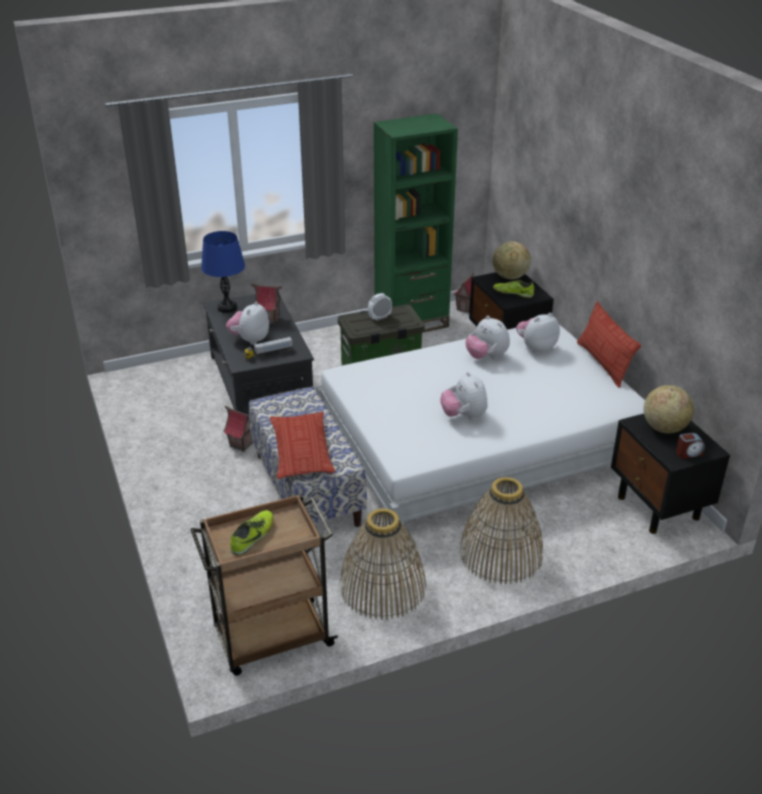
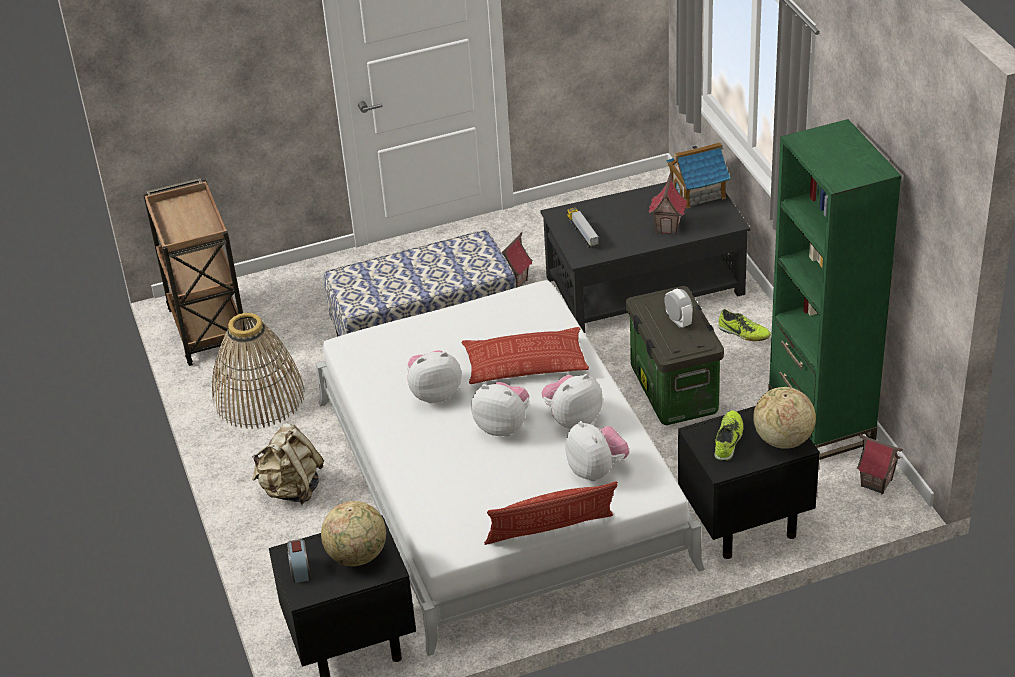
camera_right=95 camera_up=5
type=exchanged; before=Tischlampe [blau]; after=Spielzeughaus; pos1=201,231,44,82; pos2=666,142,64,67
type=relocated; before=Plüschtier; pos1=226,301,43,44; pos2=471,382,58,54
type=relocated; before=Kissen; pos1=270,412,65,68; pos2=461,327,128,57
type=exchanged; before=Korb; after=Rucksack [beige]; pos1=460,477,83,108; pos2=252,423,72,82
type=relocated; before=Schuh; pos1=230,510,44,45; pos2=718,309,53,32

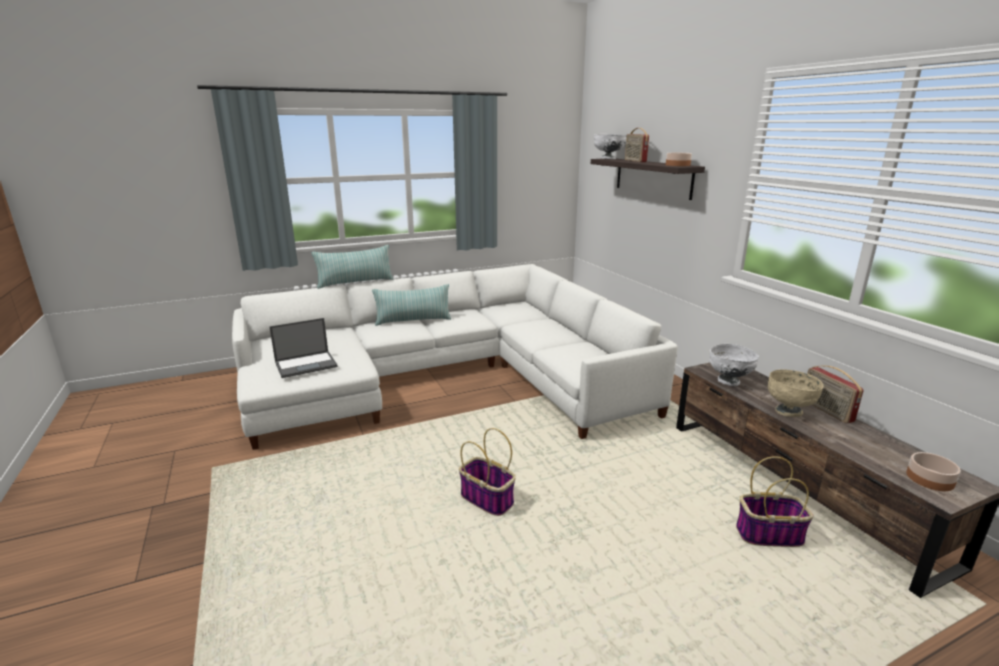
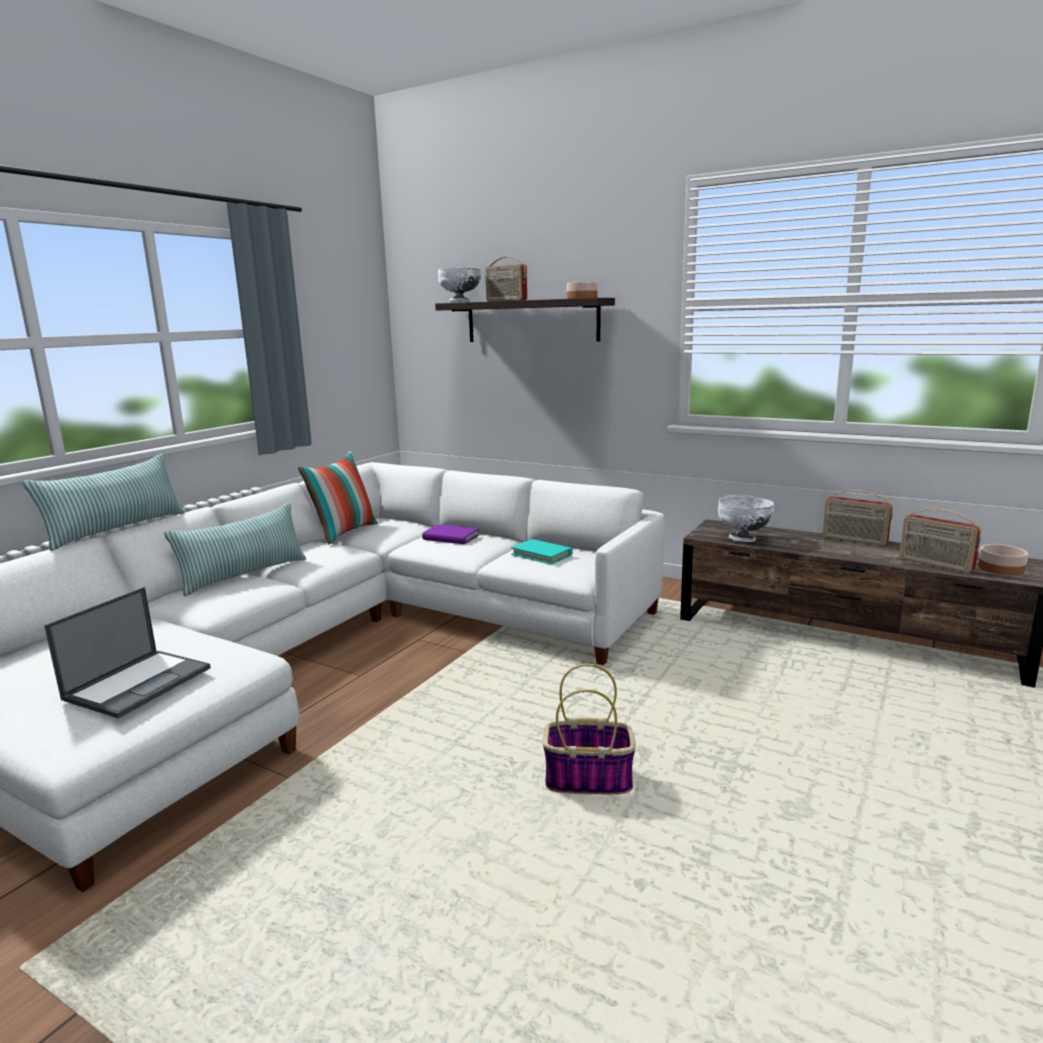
camera_right=-35 camera_up=-5
type=missing; before=Schüssel [beige]; pos1=768,369,56,48
type=missing; before=Korb; pos1=736,456,77,91
type=appeared; after=Kissen; pos2=298,451,80,93
type=appeared; after=Radio; pos2=899,509,82,64
type=appeared; after=Buch [lila]; pos2=422,524,57,20
type=appeared; after=Buch [türkis]; pos2=511,539,62,26

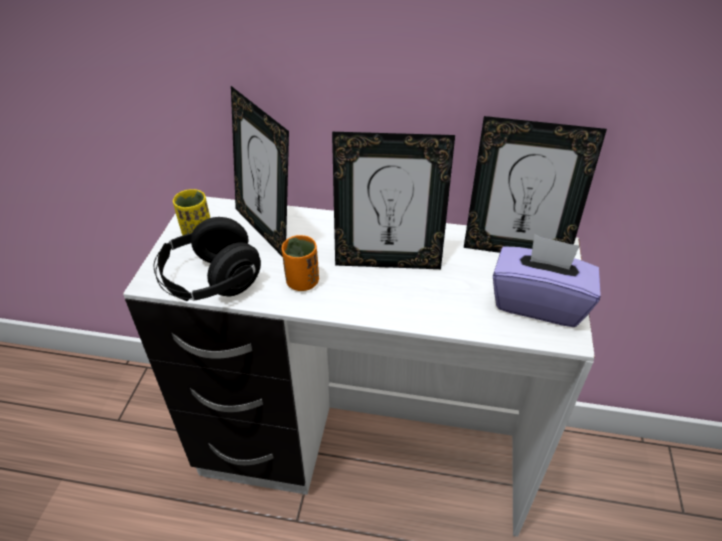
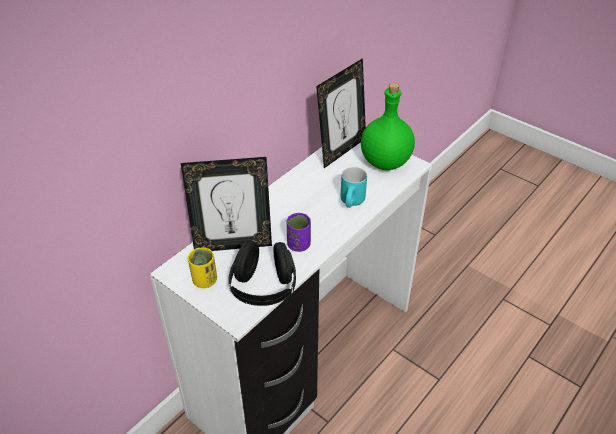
camera_right=-60 camera_up=0
type=missing; before=Bilderrahmen; pos1=332,132,123,137
type=exchanged; before=Taschentuchbox [lila]; after=Flasche [grün]; pos1=493,234,108,93; pos2=361,83,54,87
type=colour; before=Tasse [orange]; after=Tasse [lila]; pos1=282,235,37,56; pos2=286,213,25,39
type=appeared; after=Henkelbecher [türkis]; pos2=341,167,26,41

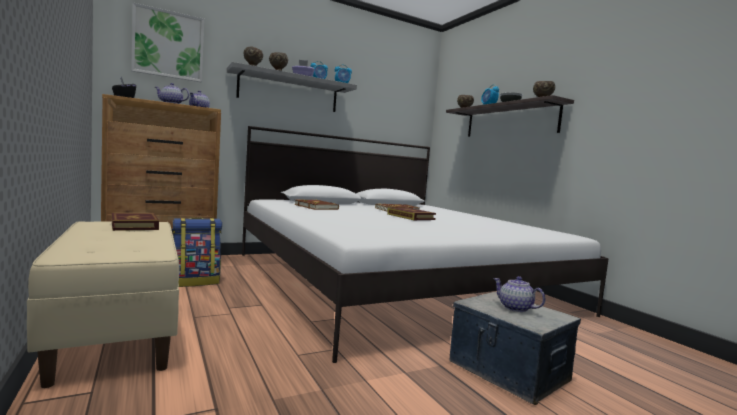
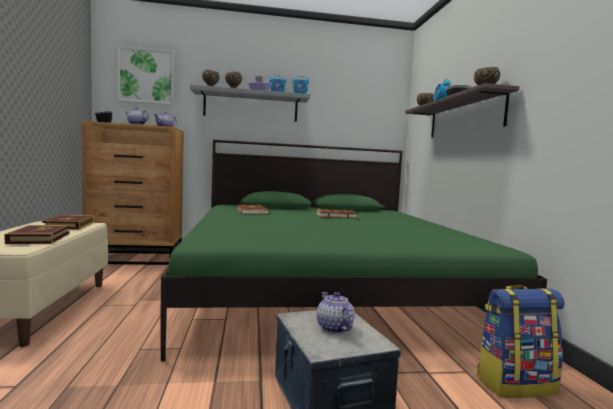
camera_right=20 camera_up=0
type=colour; before=Bett [weiß]; after=Bett [grün]; pos1=242,126,367,237; pos2=161,140,386,222
type=relocated; before=Buch; pos1=387,208,49,12; pos2=4,225,66,19
type=relocated; before=Rucksack; pos1=172,217,50,70; pos2=477,285,87,113

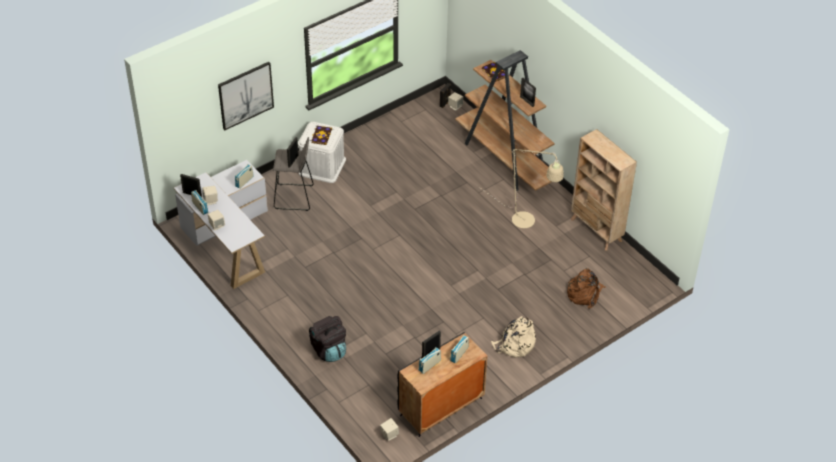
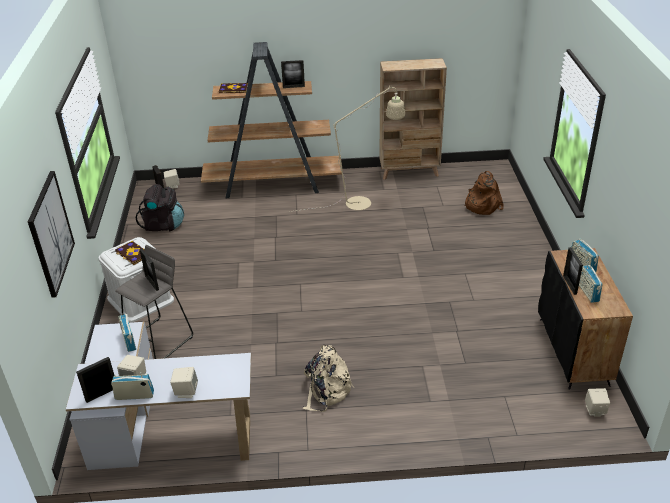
camera_right=-55 camera_up=-10
type=relocated; before=Rucksack [schwarz]; pos1=309,316,37,46; pos2=136,184,48,47
type=relocated; before=Rucksack [beige]; pos1=491,316,45,42; pos2=303,345,51,67

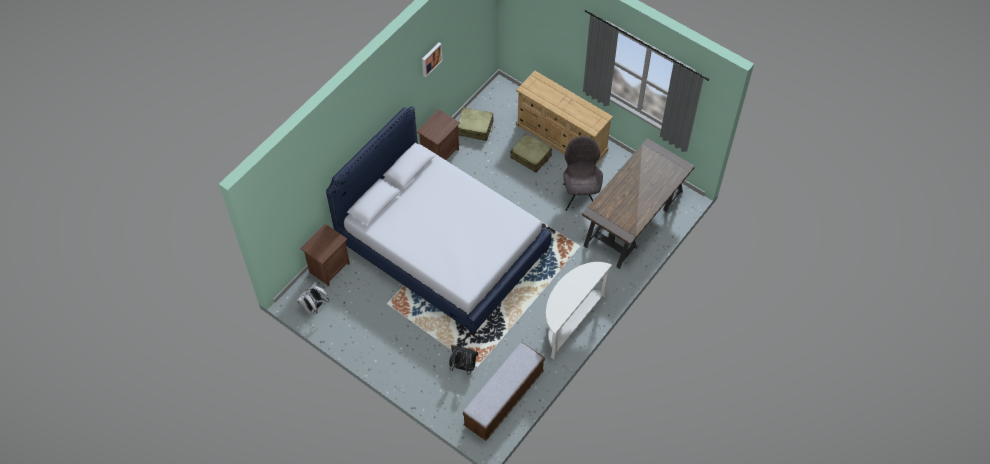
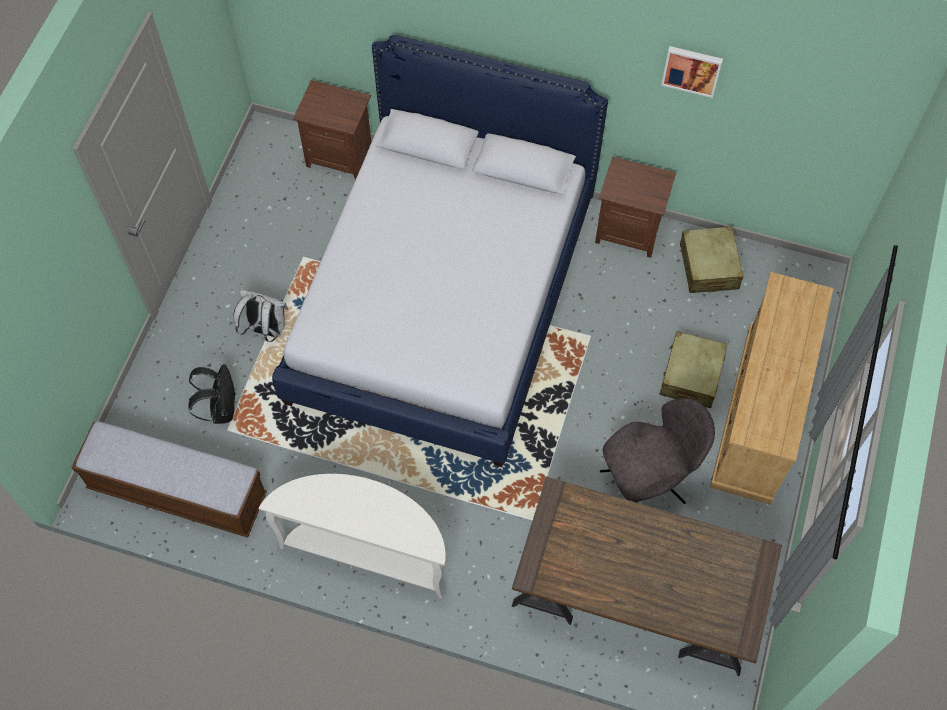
camera_right=70 camera_up=5
type=relocated; before=Rucksack [weiß]; pos1=297,282,32,33; pos2=234,290,54,52

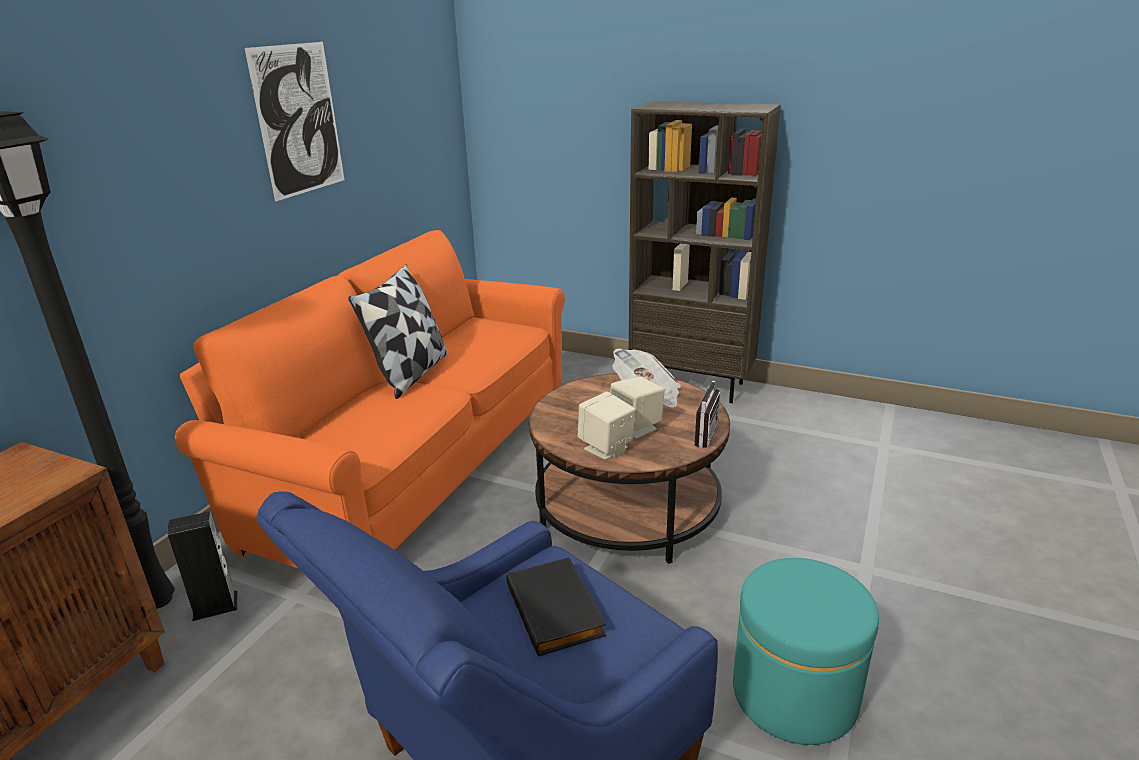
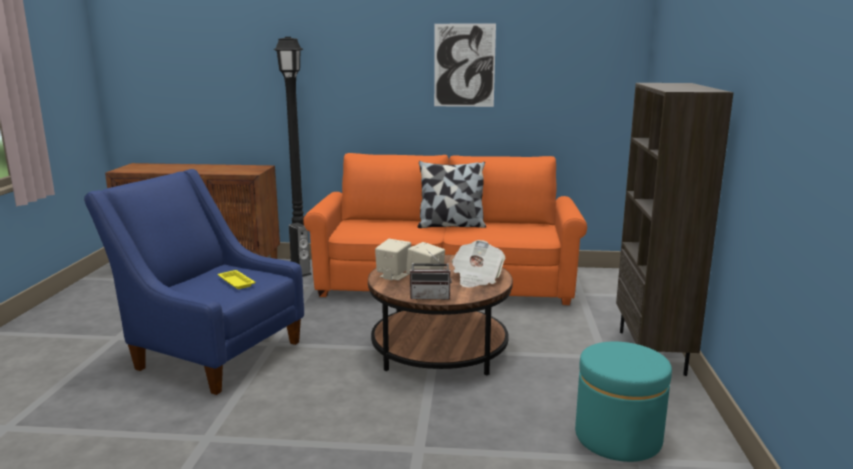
camera_right=70 camera_up=-10
type=exchanged; before=Buch [schwarz]; after=Tablett [gelb]; pos1=506,557,100,99; pos2=218,270,37,19
type=relocated; before=Polsterhocker [türkis]; pos1=733,558,146,187; pos2=575,342,97,120

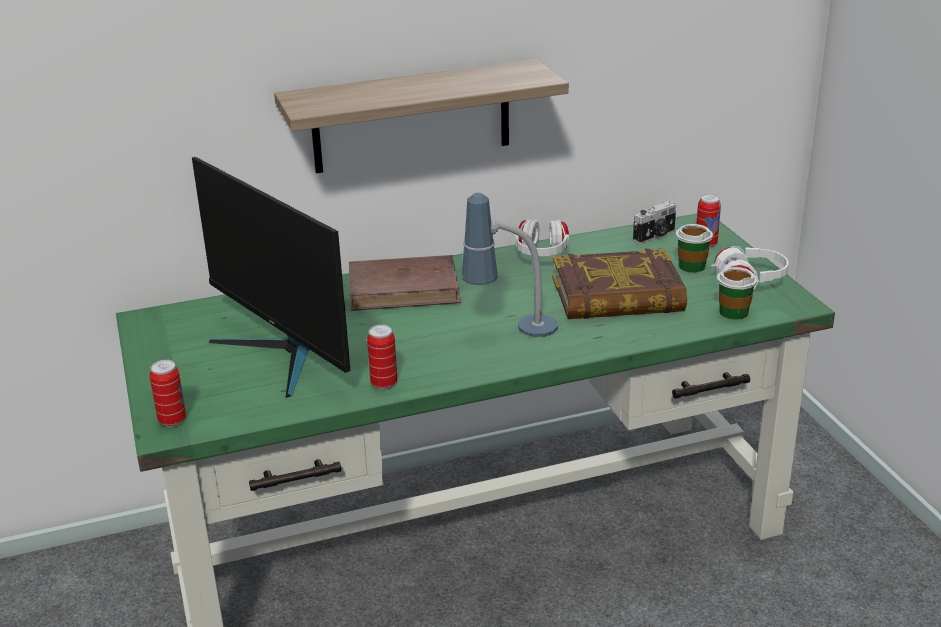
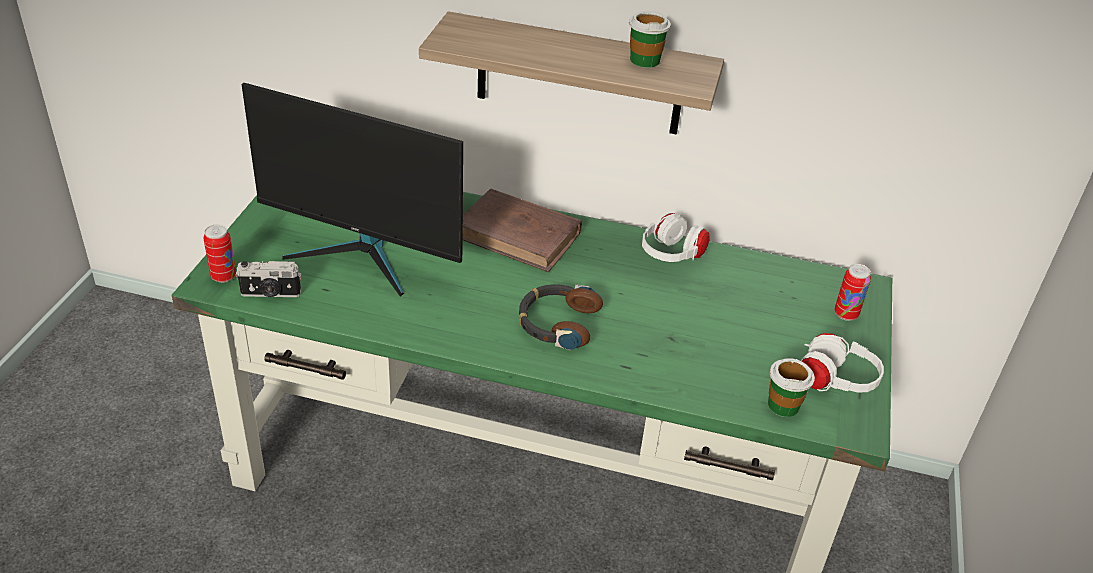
camera_right=30 camera_up=10
type=spun; before=Monitor; pos1=192,157,158,241; pos2=242,83,221,213; turn=-60
type=exchanged; before=Tischlampe; after=Kopfhörer; pos1=462,193,96,144; pos2=519,284,84,66
type=relocated; before=Kamera; pos1=633,201,43,43; pos2=236,261,65,36
type=relocated; before=Tasse; pos1=676,224,37,49; pos2=629,11,42,57
type=missing; before=Buch; pos1=553,249,134,70
type=missing; before=Dose; pos1=367,325,30,64

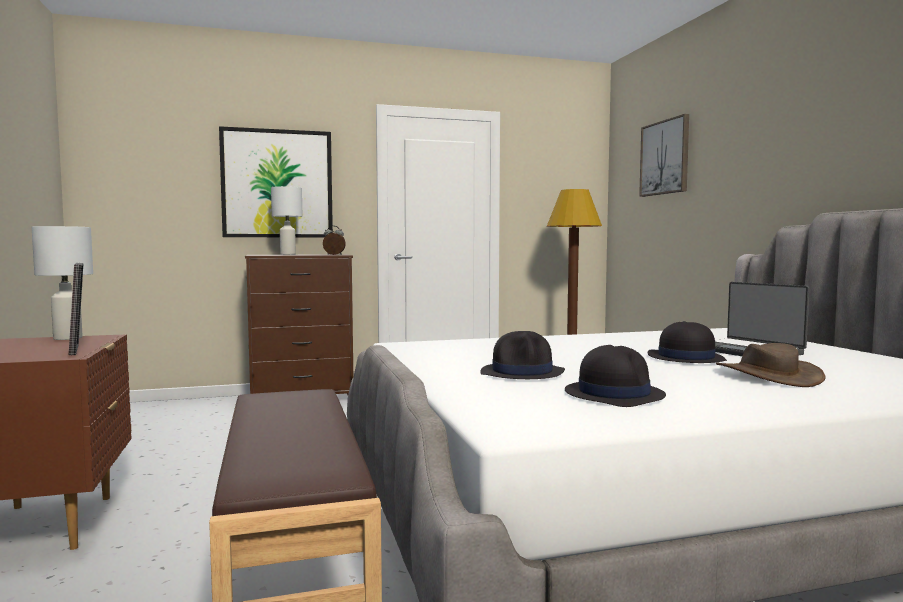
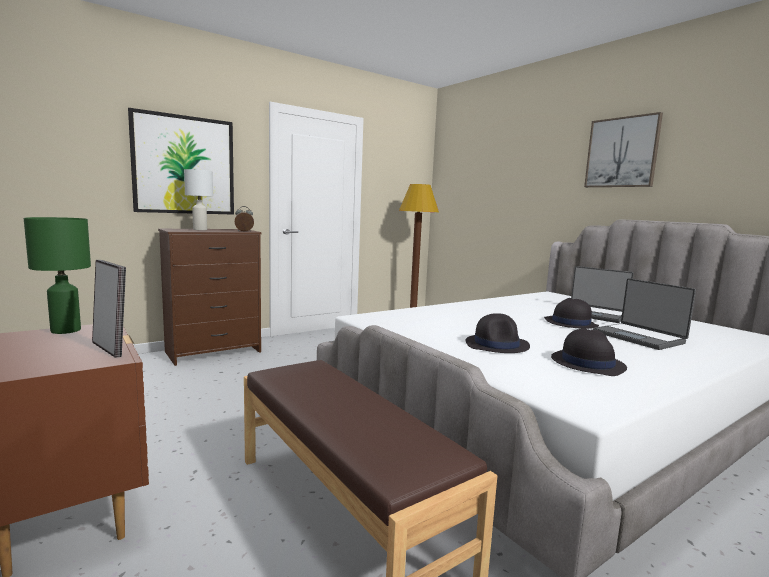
camera_right=-20 camera_up=5
type=relocated; before=Bild; pos1=639,114,50,83; pos2=584,112,79,75
type=colour; before=Tischlampe [weiß]; after=Tischlampe [grün]; pos1=32,226,61,114; pos2=24,217,67,117
type=exchanged; before=Hut [braun]; after=Laptop; pos1=716,343,110,44; pos2=593,278,103,72

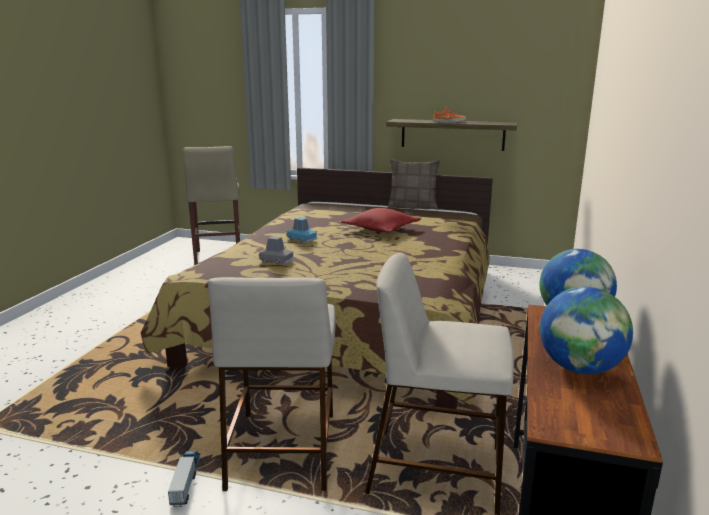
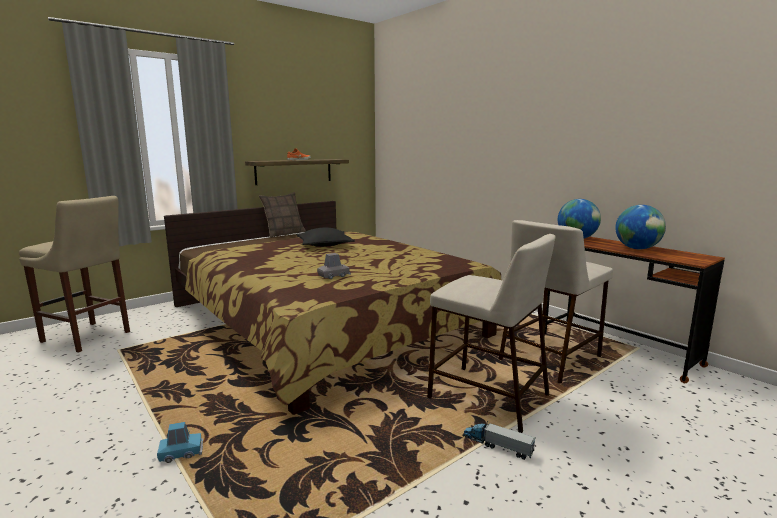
camera_right=-55 camera_up=-5
type=colour; before=Kissen [rot]; after=Kissen [schwarz]; pos1=341,208,80,25; pos2=296,227,59,20
type=relocated; before=Spielzeugauto [blau]; pos1=287,217,31,26; pos2=157,422,46,41

